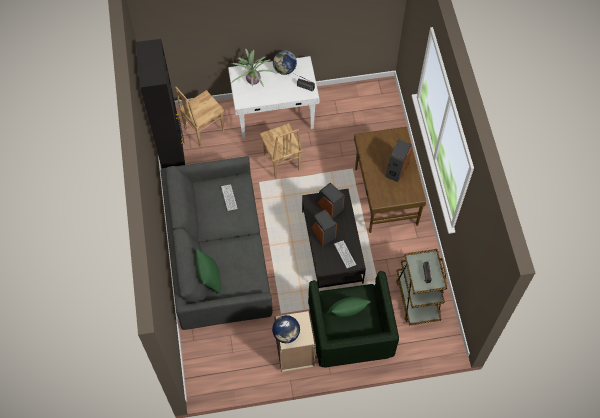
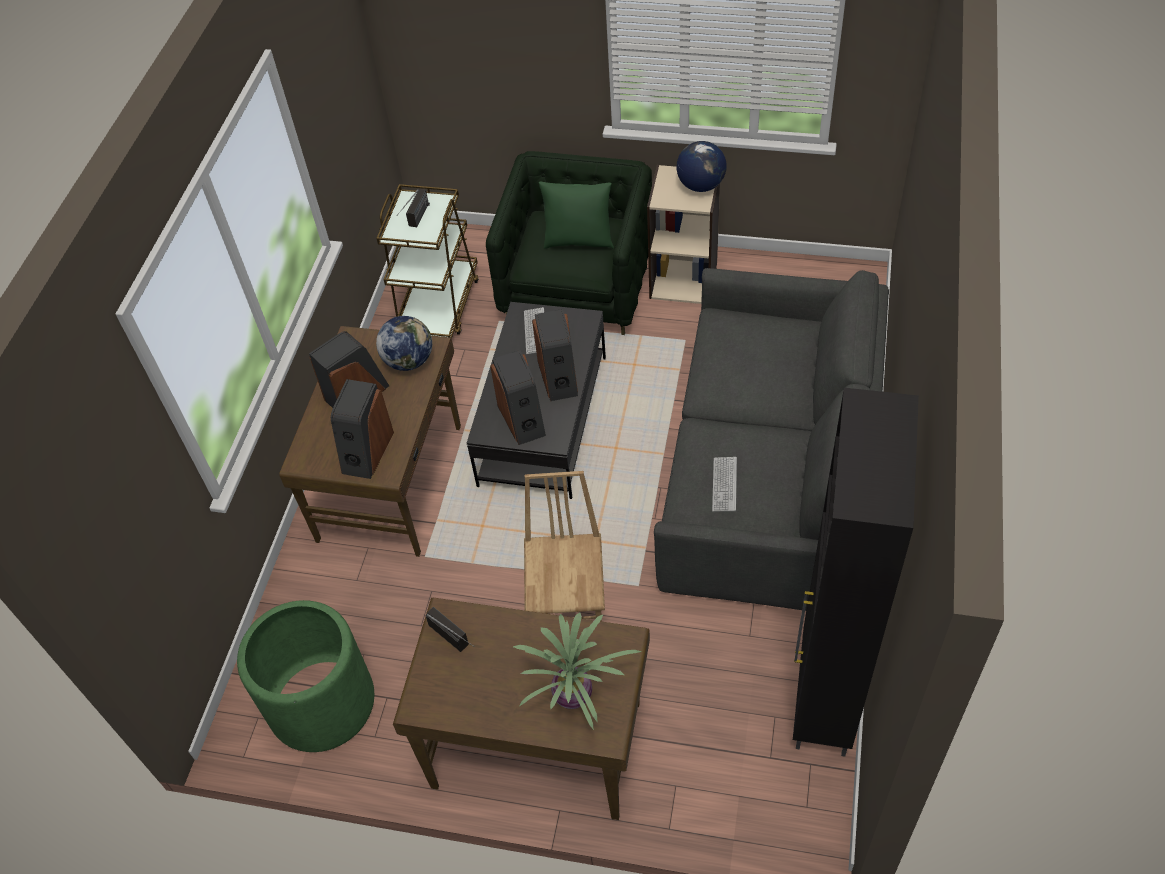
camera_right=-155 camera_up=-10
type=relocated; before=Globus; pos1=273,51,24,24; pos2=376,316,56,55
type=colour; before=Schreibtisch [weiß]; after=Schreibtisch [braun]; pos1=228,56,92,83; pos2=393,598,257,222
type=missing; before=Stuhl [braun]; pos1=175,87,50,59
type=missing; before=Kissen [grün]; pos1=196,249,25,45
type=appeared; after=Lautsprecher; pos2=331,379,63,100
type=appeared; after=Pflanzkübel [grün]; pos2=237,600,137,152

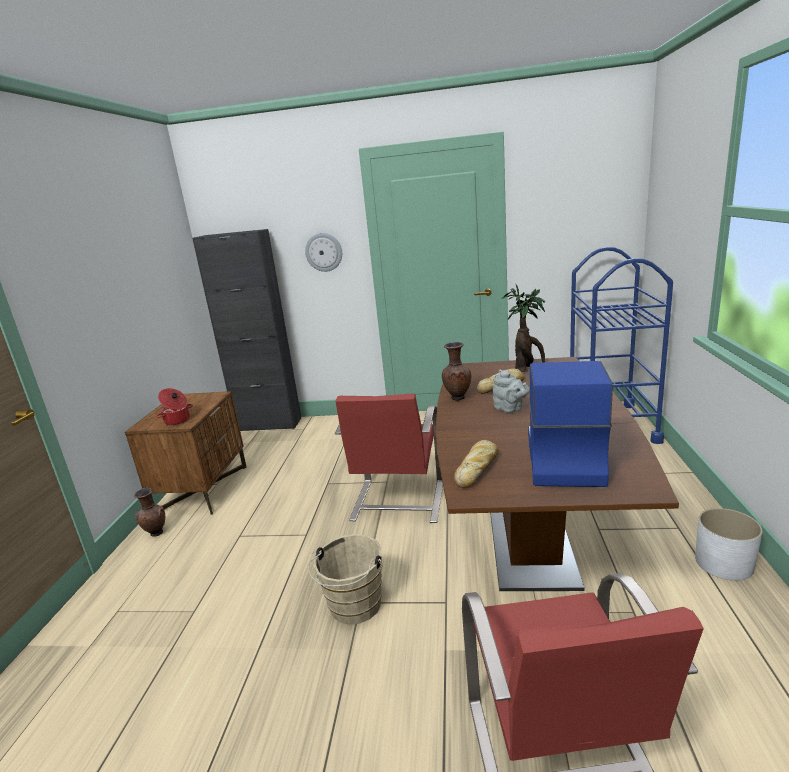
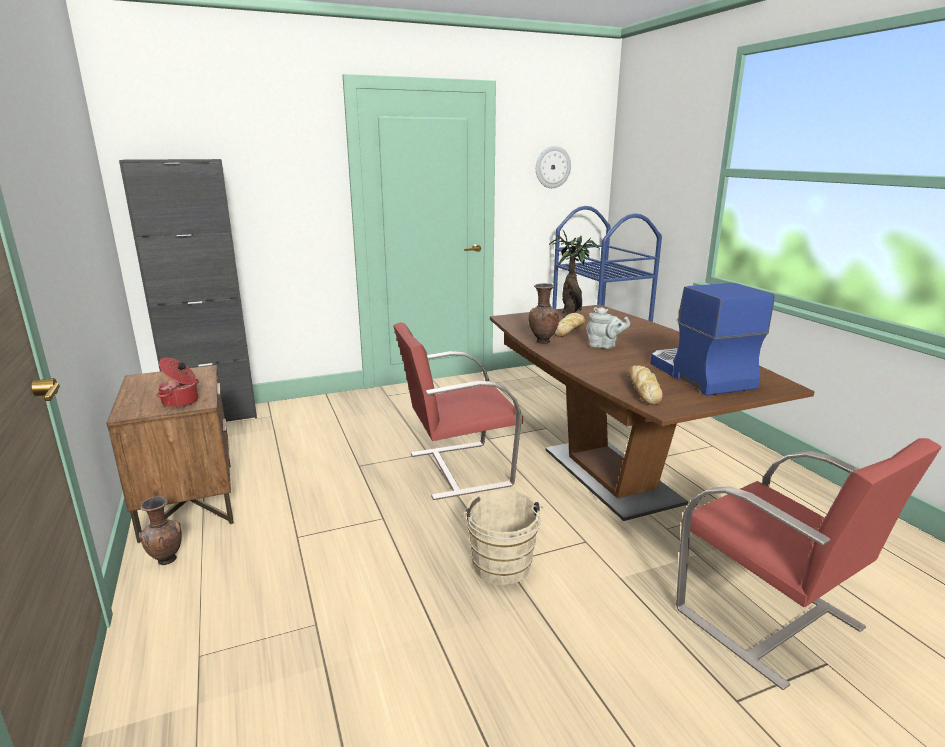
camera_right=-30 camera_up=0
type=relocated; before=Wanduhr; pos1=305,233,37,39; pos2=536,146,35,42
type=spun; before=Stuhl [rot]; pos1=335,393,108,130; pos2=393,322,130,178; turn=90
type=missing; before=Pflanzkübel [weiß]; pos1=695,508,68,73

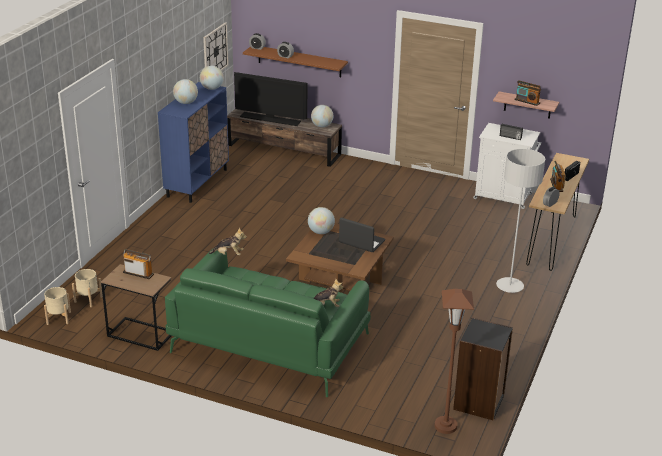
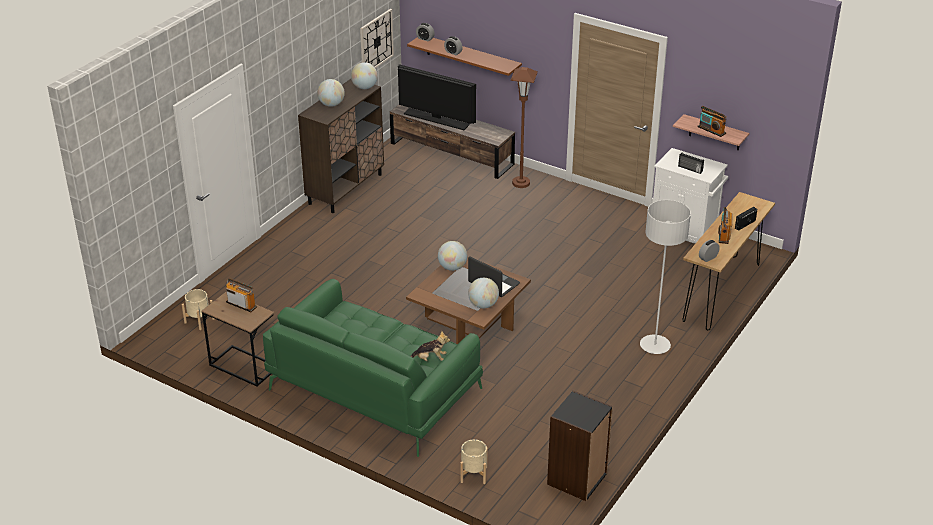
camera_right=10 camera_up=5
type=colour; before=Schrank [blau]; after=Schrank [braun]; pos1=158,82,71,121; pos2=298,79,86,134
type=relocated; before=Globus; pos1=311,105,23,22; pos2=468,278,31,31
type=missing; before=Plüschtier; pos1=209,228,38,27
type=relocated; before=Pflanzkübel [beige]; pos1=44,287,27,38; pos2=460,439,28,45
type=relocated; before=Stehlampe [braun]; pos1=435,289,39,145; pos2=510,67,28,121

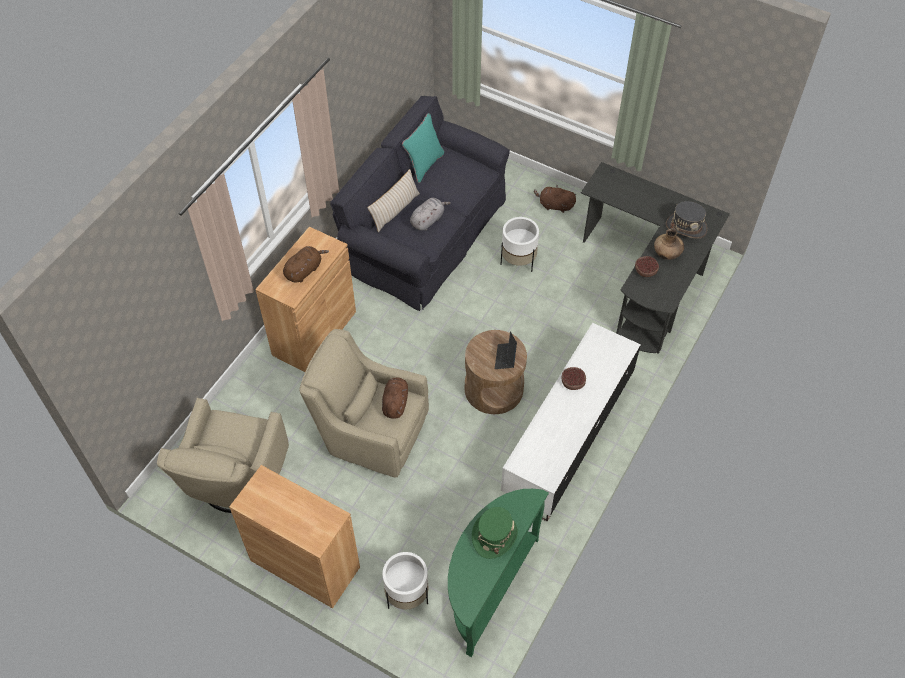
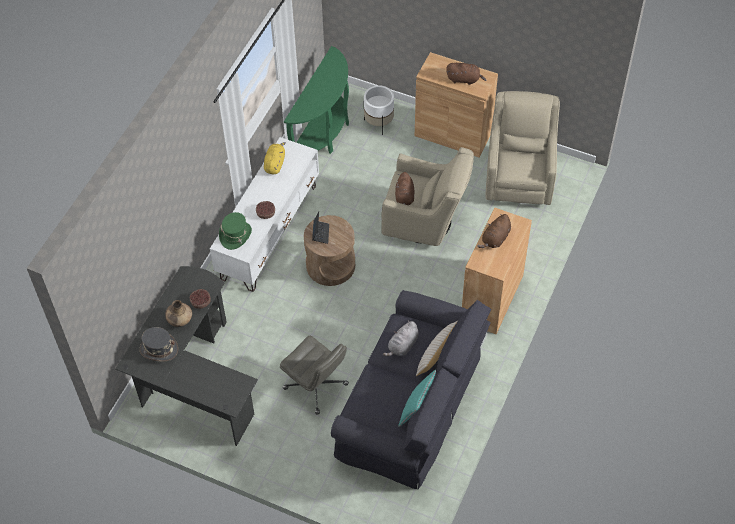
camera_right=175 camera_up=0
type=relocated; before=Plüschtier [braun]; pos1=534,185,42,28; pos2=446,63,40,22
type=exchanged; before=Pflanzkübel [weiß]; after=Bürostuhl [grau]; pos1=501,217,38,55; pos2=280,336,69,79
type=relocated; before=Hut [grün]; pos1=472,507,46,52; pos2=219,212,33,38
type=appeared; after=Plüschtier [gelb]; pos2=264,142,22,32

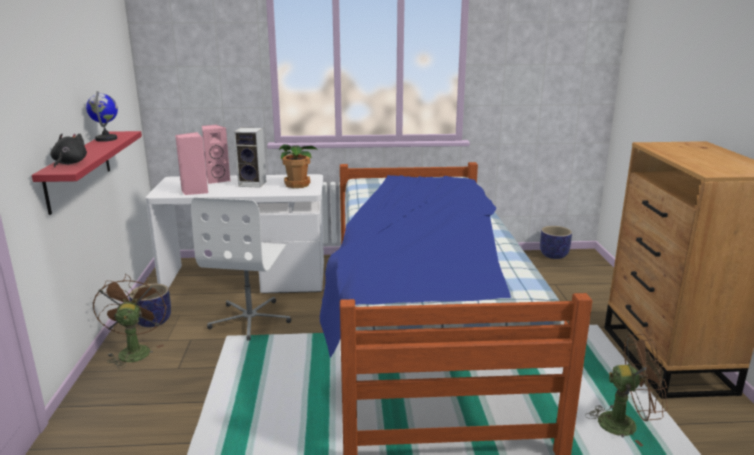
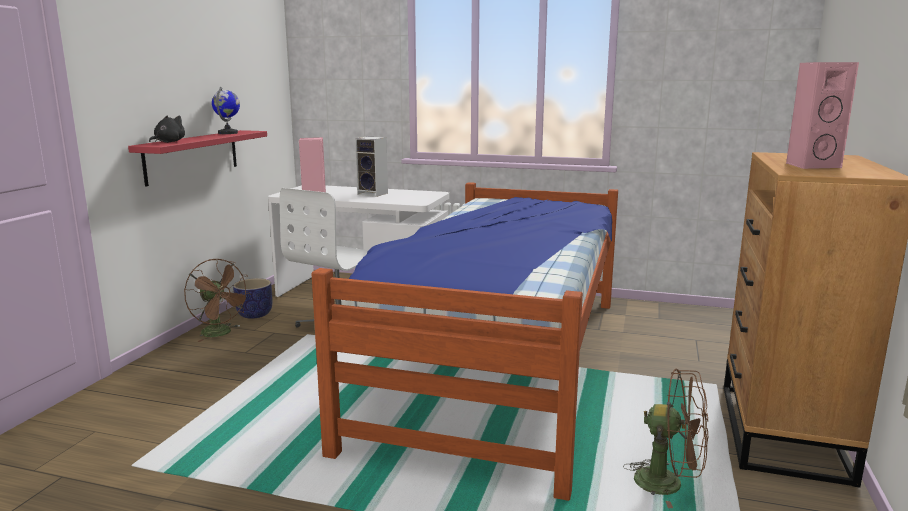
camera_right=20 camera_up=-5
type=relocated; before=Lautsprecher [rosa]; pos1=202,124,28,60; pos2=786,62,73,107
type=missing; before=Topfpflanze; pos1=279,144,39,44
type=missing; before=Pflanzkübel; pos1=540,226,32,33
type=spun; before=Ventilator [braun]; pos1=93,274,73,94; pos2=184,259,67,83; turn=120

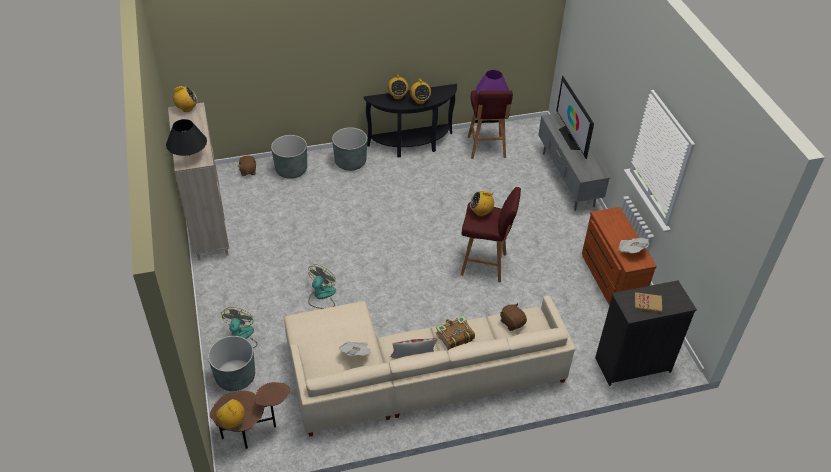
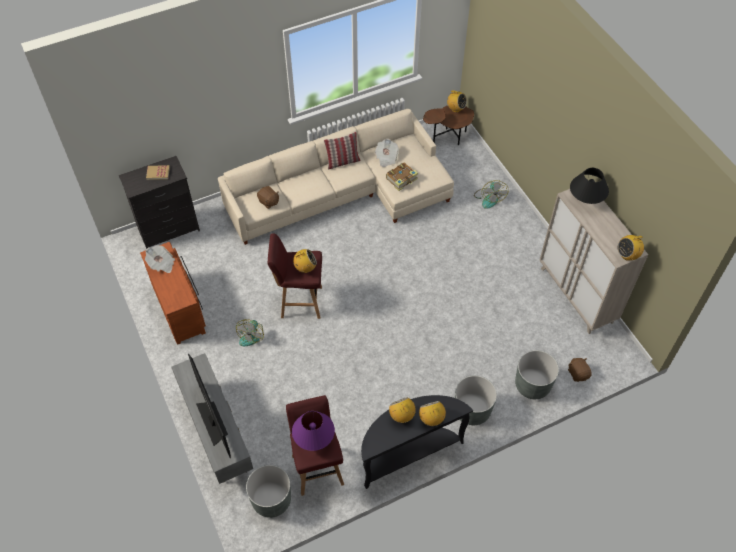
camera_right=170 camera_up=10
type=relocated; before=Ventilator; pos1=308,264,28,45; pos2=236,319,28,27
type=relocated; before=Buch; pos1=435,315,40,35; pos2=386,162,32,29
type=relocated; before=Pflanzkübel [grau]; pos1=208,336,47,55; pos2=246,465,45,53

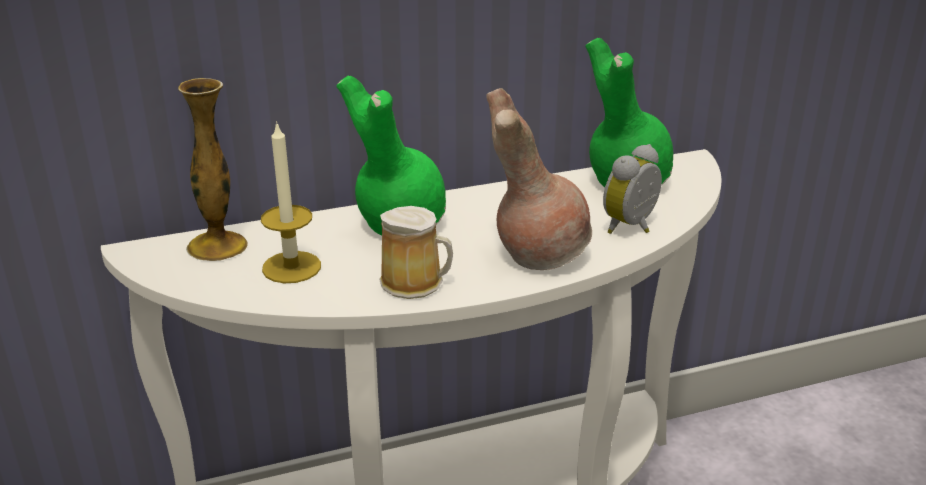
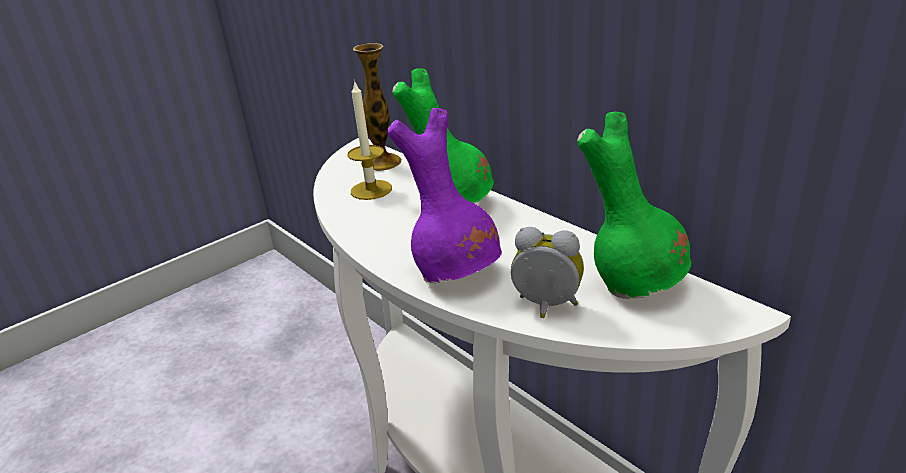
camera_right=70 camera_up=0
type=colour; before=Vase [braun]; after=Vase [lila]; pos1=486,88,106,182; pos2=387,108,115,175
type=missing; before=Henkelbecher; pos1=379,206,74,93

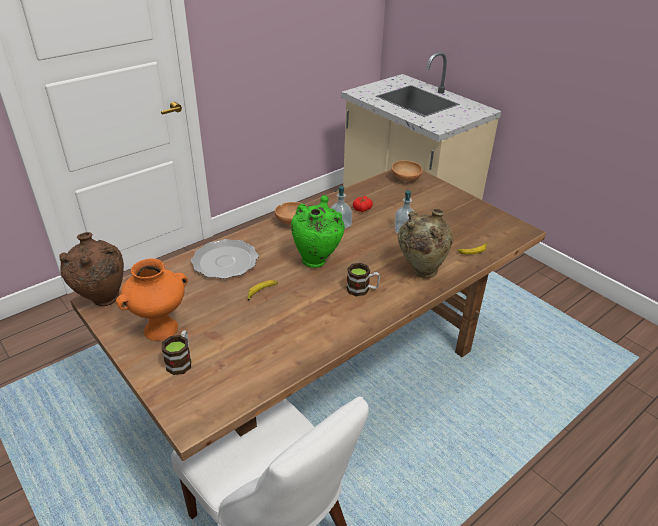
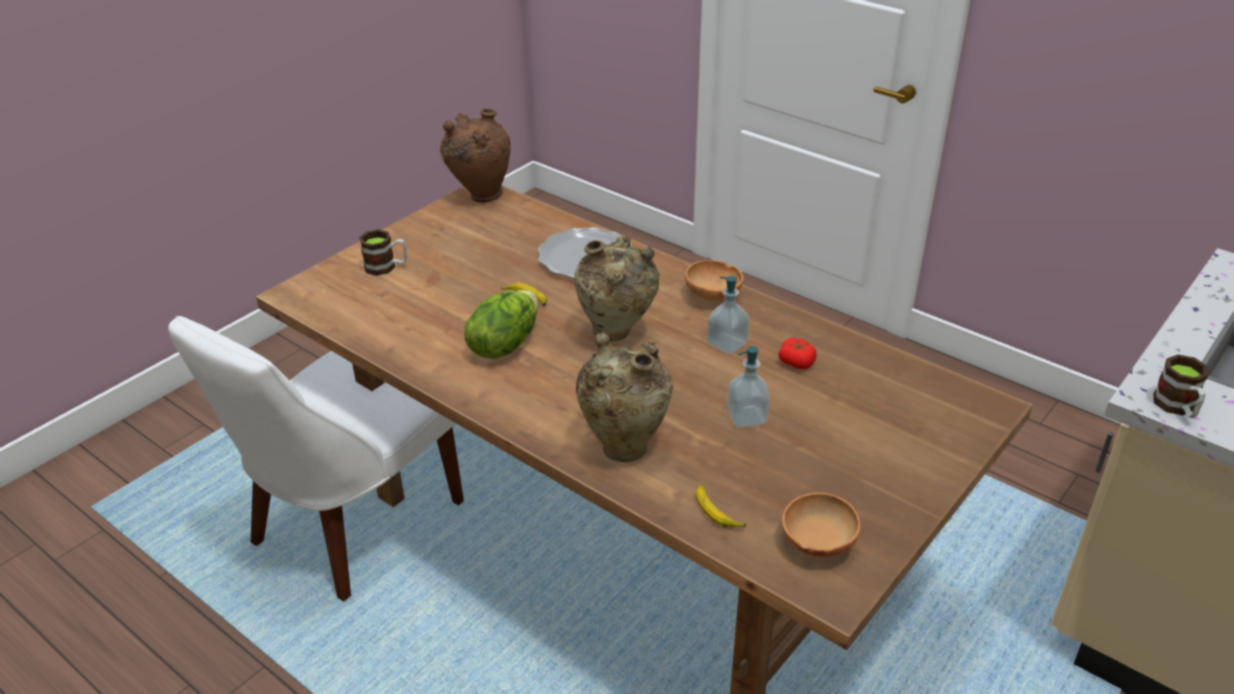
camera_right=80 camera_up=0
type=relocated; before=Schüssel [braun]; pos1=391,160,31,21; pos2=782,493,79,65
type=colour; before=Vase [grün]; after=Vase [beige]; pos1=291,195,54,73; pos2=574,235,85,106
type=missing; before=Vase [orange]; pos1=116,259,72,82
type=relocated; before=Henkelbecher; pos1=347,263,33,34; pos2=1153,355,56,63
type=appeared; after=Salatkopf; pos2=464,290,74,69

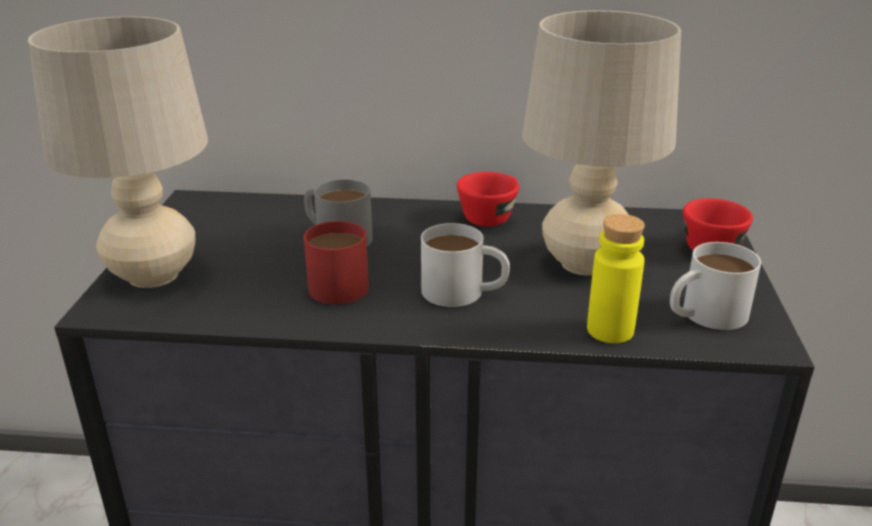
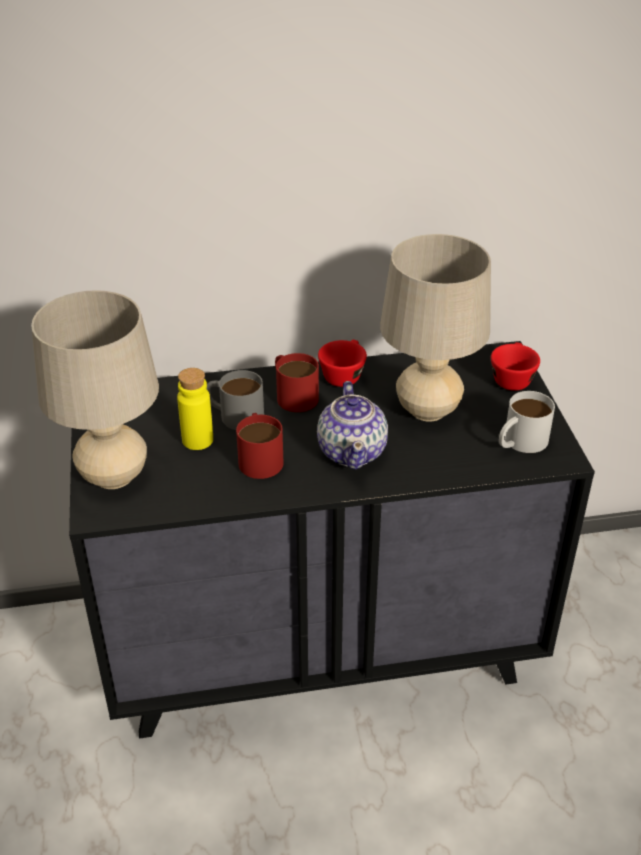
camera_right=-15 camera_up=10
type=relocated; before=Flasche [gelb]; pos1=587,214,58,129; pos2=177,368,36,82
type=exchanged; before=Henkelbecher [weiß]; after=Teekanne; pos1=421,223,89,84; pos2=317,381,71,89
type=appeared; after=Henkelbecher [rot]; pos2=275,353,44,59

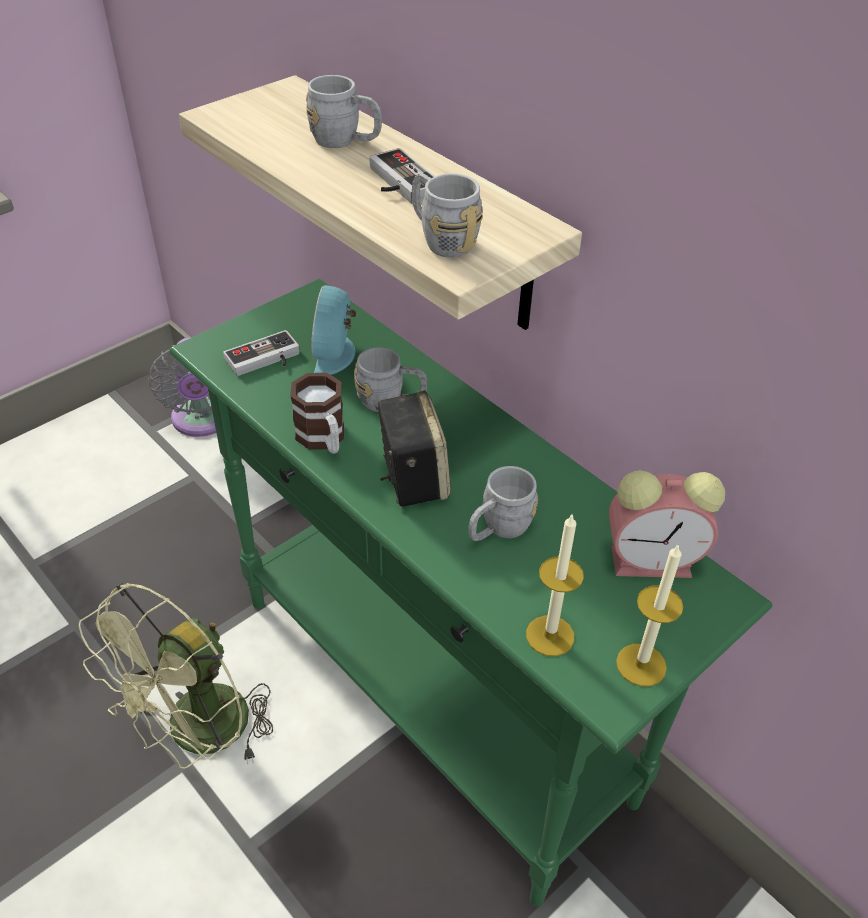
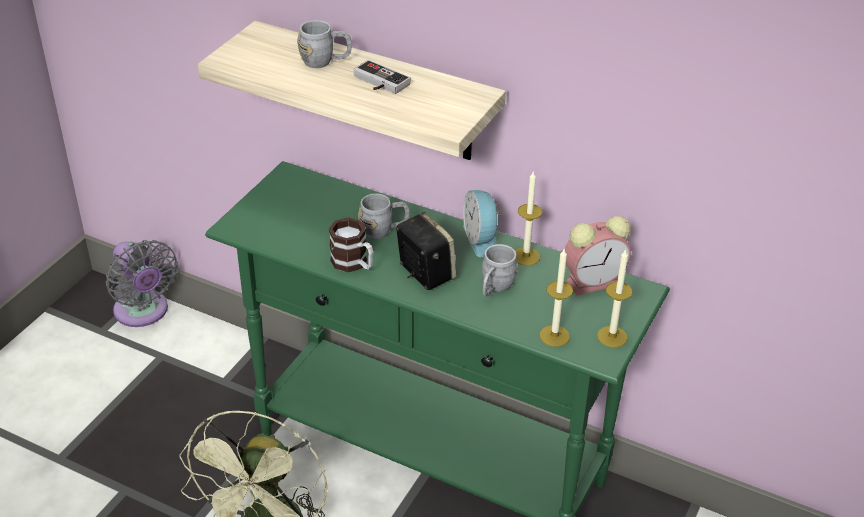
camera_right=-20 camera_up=-5
type=missing; before=Henkelbecher [grau]; pos1=412,173,71,85
type=relocated; before=Wecker; pos1=311,285,45,90; pos2=463,190,39,67
type=missing; before=Gamepad; pos1=223,330,77,46
type=appeared; after=Kerze; pos2=515,170,27,96

